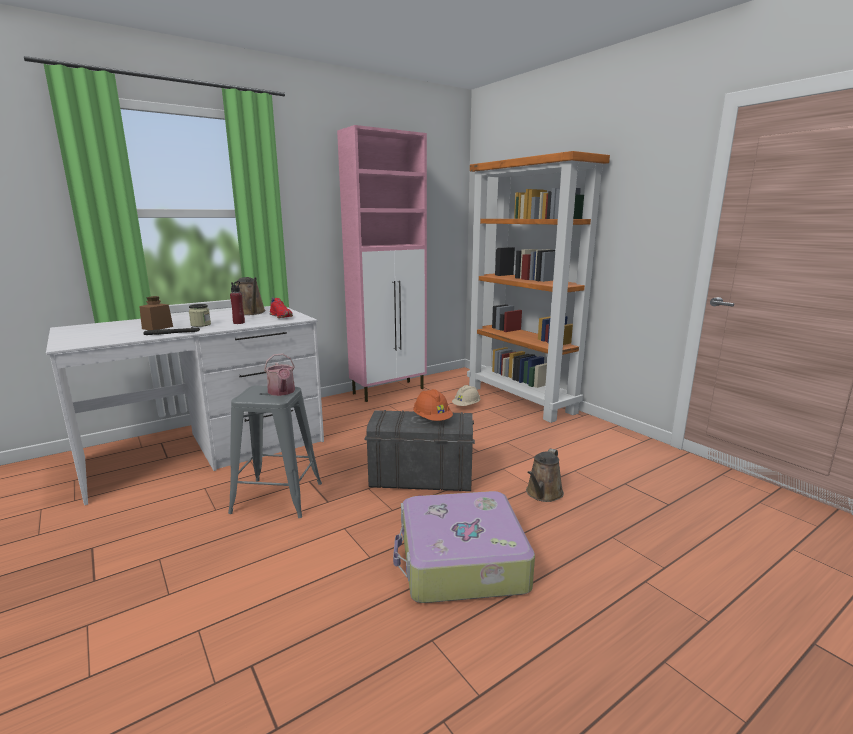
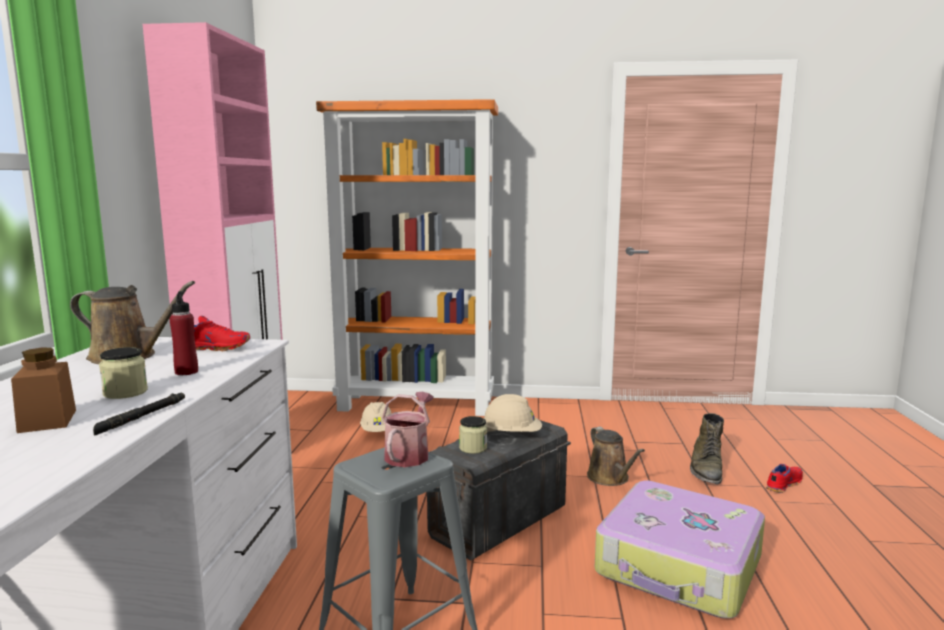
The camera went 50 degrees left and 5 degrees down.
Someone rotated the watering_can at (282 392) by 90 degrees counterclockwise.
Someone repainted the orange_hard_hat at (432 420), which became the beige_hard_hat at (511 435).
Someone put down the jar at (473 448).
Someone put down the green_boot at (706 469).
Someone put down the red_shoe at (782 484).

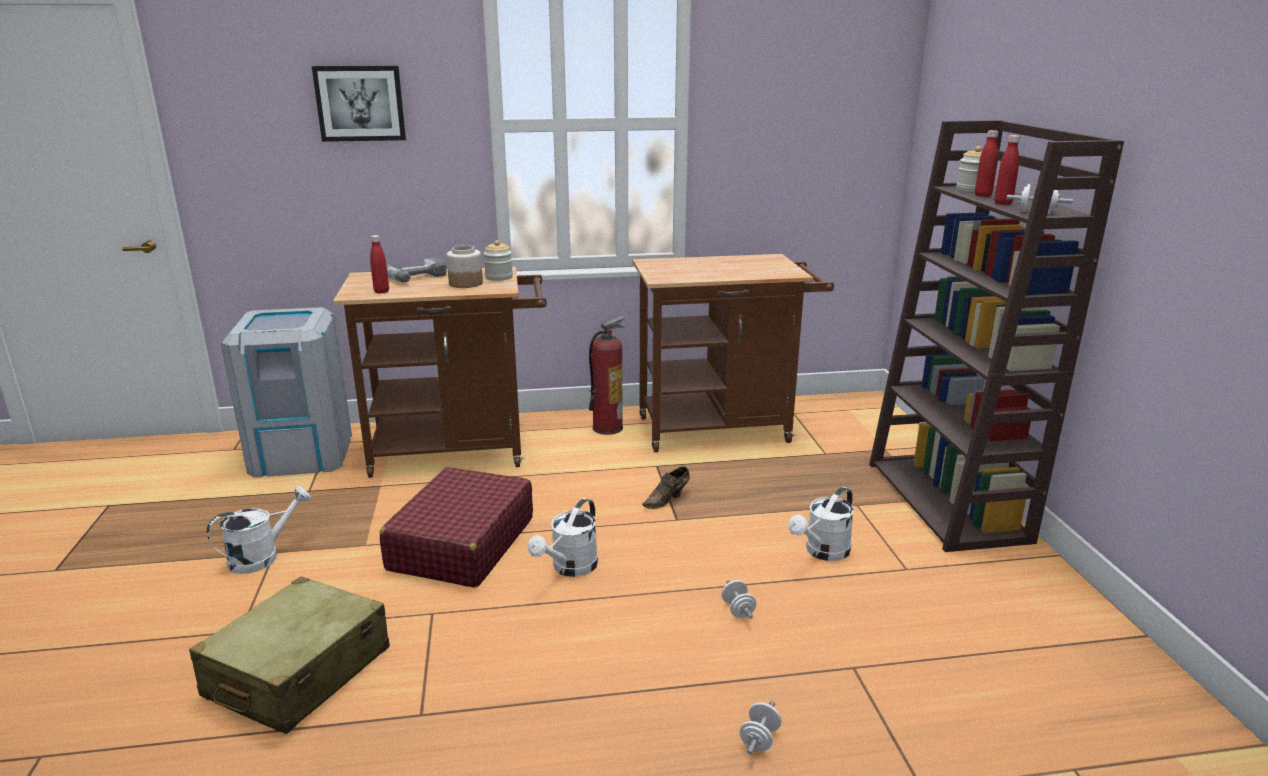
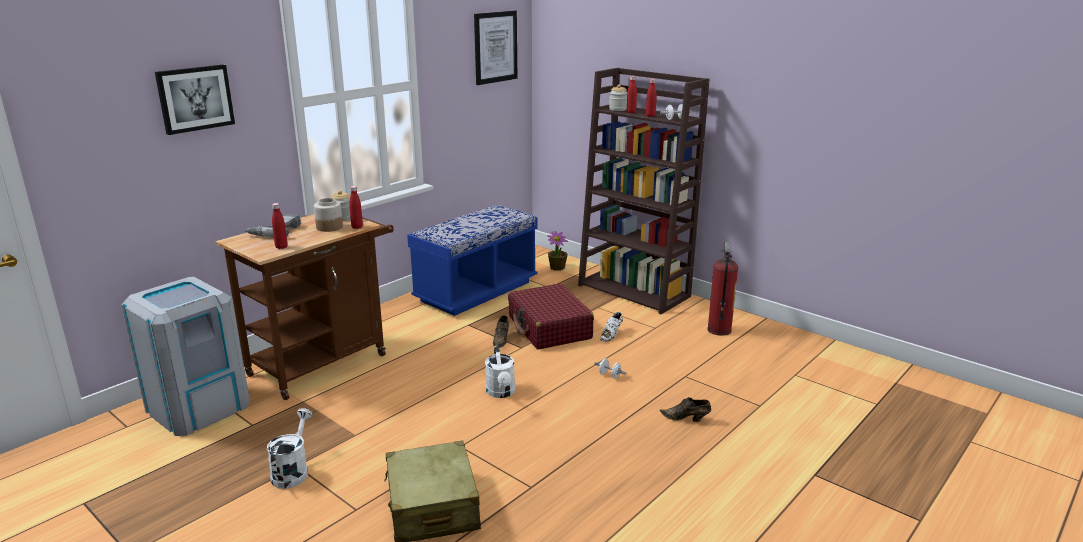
The camera went 40 degrees left and 0 degrees up.
Someone carried the red_suitcase from (461 544) to (549 328).
Someone carried the fire_extinguisher from (607 427) to (719 330).
Someone swapped the brown_cart at (723 428) for the blue_bench at (476 291).
Someone swapped the white_dumbbell at (759 739) for the brown_shoe at (686 419).
Someone swapped the white_watering_can at (823 552) for the white_shoe at (611 335).
Someone put down the red_bottle at (357 227).
Someone put up the picture at (495 47).
Someone put down the potted_plant at (557 267).

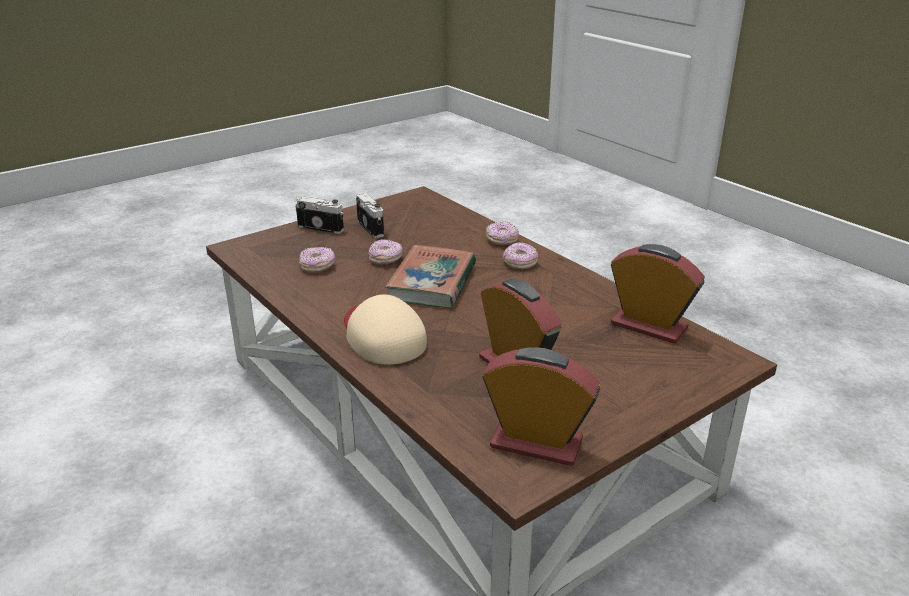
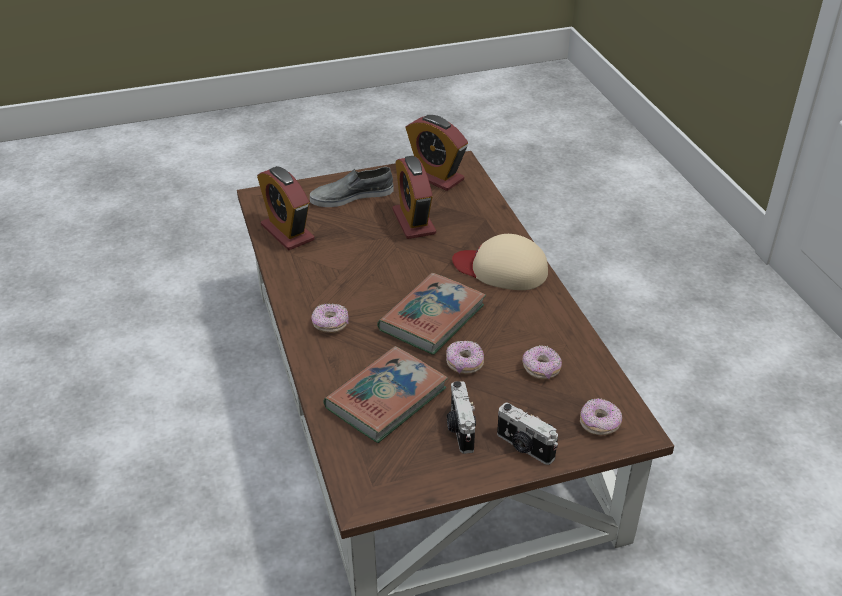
The camera went 160 degrees left and 10 degrees up.
Someone rotated the beige_cap at (382 336) by 120 degrees clockwise.
Someone carried the donut from (502 240) to (599 424).
Someone put down the grey_shoe at (351 196).
Someone put down the book at (386 398).

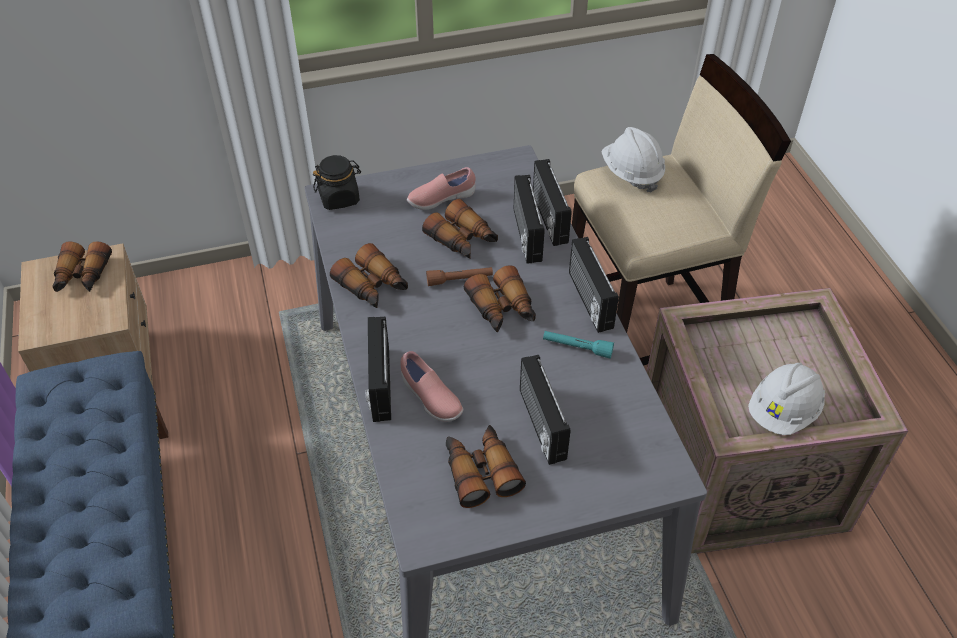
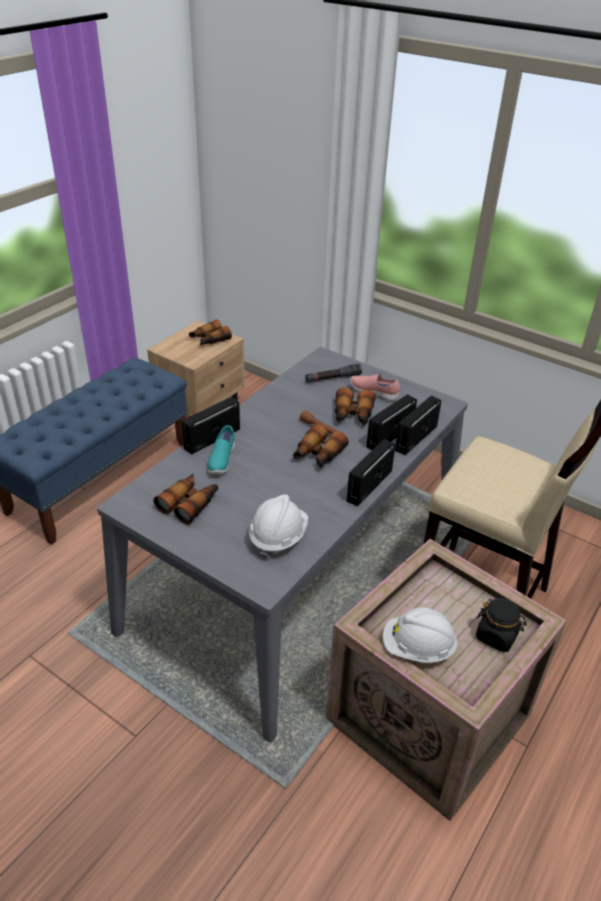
The camera went 50 degrees right and 10 degrees down.
Someone carried the black_jar from (339 198) to (496 636).
Someone took away the binoculars at (373 287).
Someone repainted the pink_shoe at (430 398), which became the turquoise_shoe at (221 460).
Someone took away the radio at (540 424).
Someone took away the turquoise_flashlight at (577 348).
Someone carried the white_hard_hat from (631 173) to (278 537).
Someone put down the black_flashlight at (333 378).

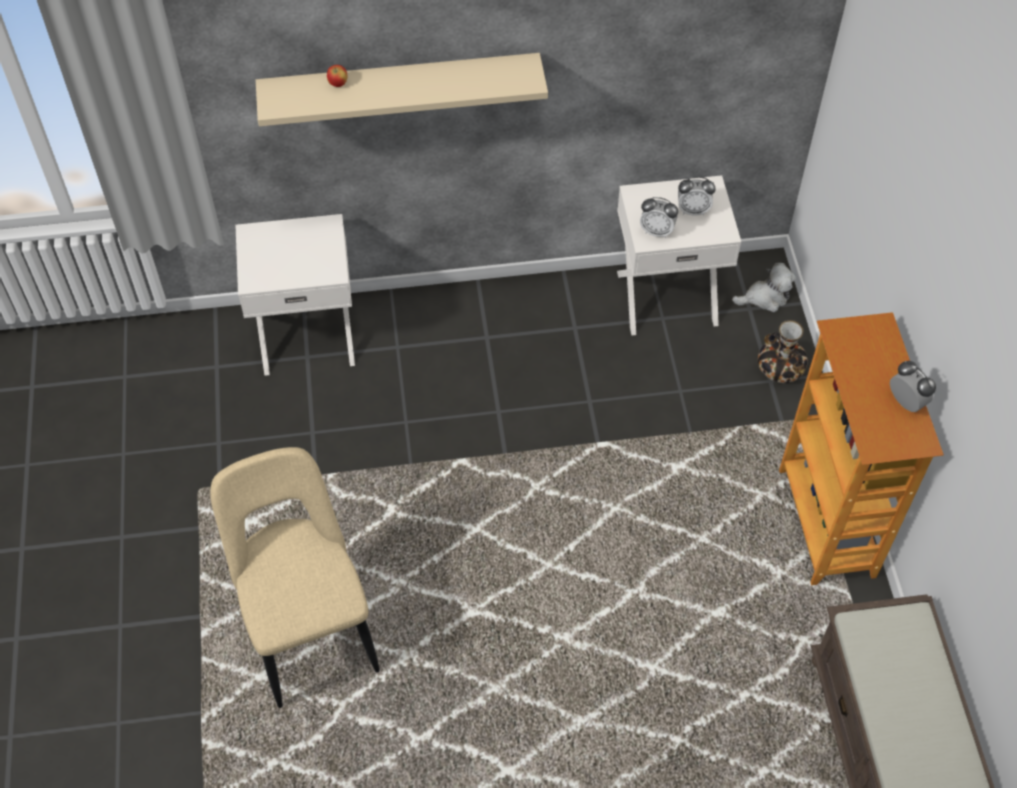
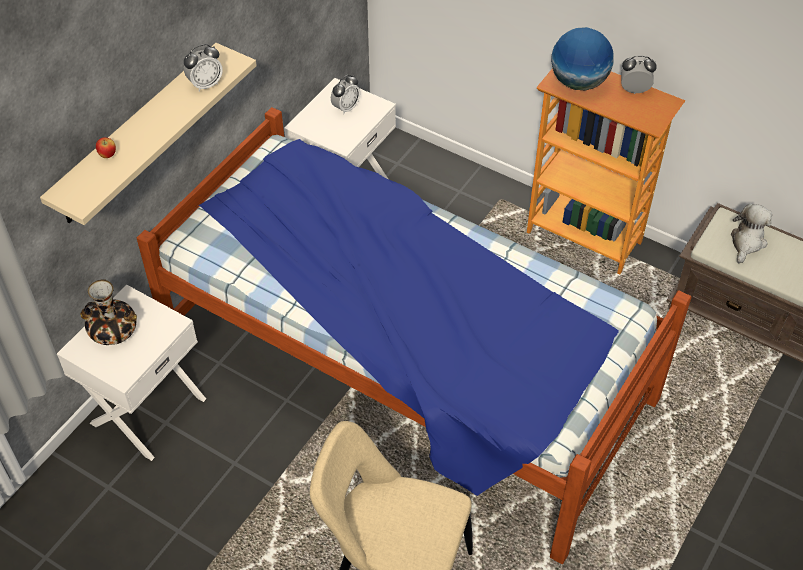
The camera went 50 degrees left and 5 degrees down.
Someone carried the alarm_clock from (657 231) to (205 84).
Someone carried the plush_toy from (765 297) to (747 242).
Someone carried the vase from (779 367) to (112 330).
Someone put down the bed at (406 373).
Someone put down the globe at (578 82).

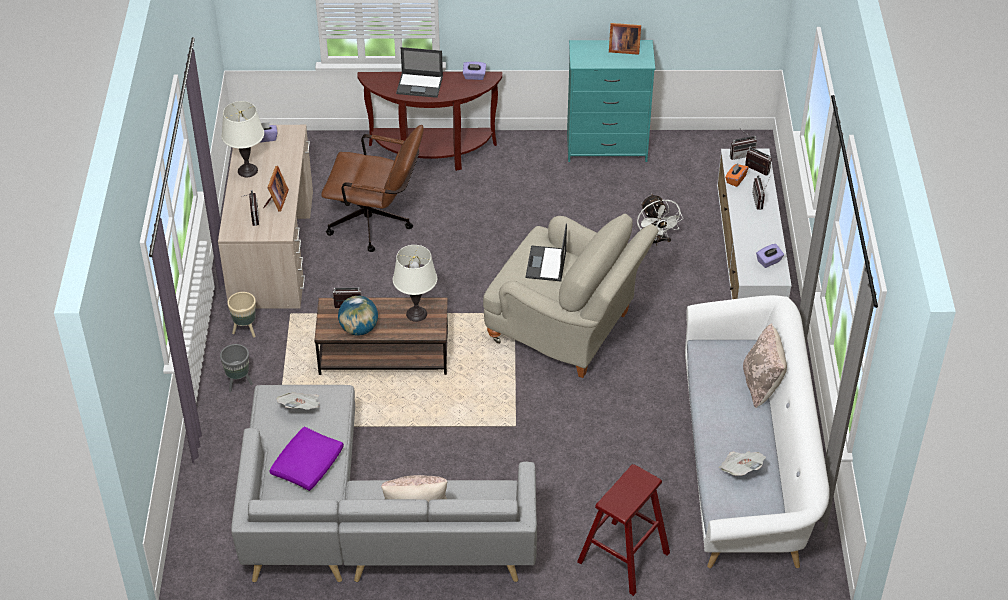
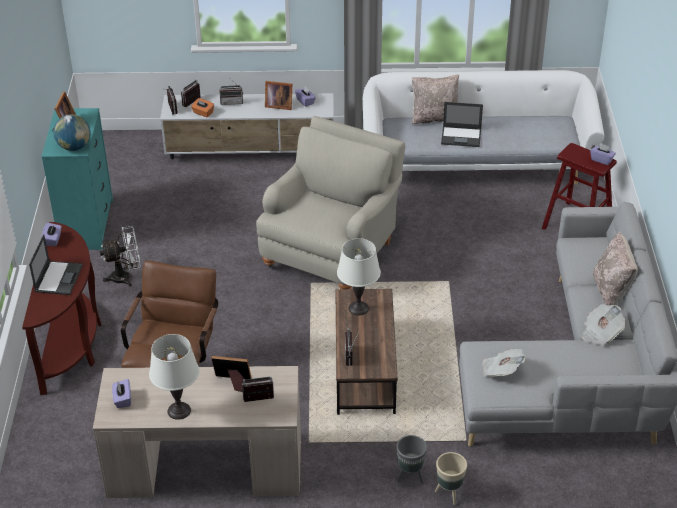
The camera went 90 degrees left and 5 degrees down.
Someone carried the beige_planter from (245 330) to (449 494).
Someone took away the purple_pillow at (307 465).
Someone carried the globe from (359 329) to (74 147).
Someone carried the laptop from (546 264) to (461 136).
Someone carried the white_fan from (655 242) to (126 277).
Someone carried the newspaper from (740 469) to (600 333).
Someone put down the picture_frame at (278 105).
Someone put down the purple_tissue_box at (601 160).

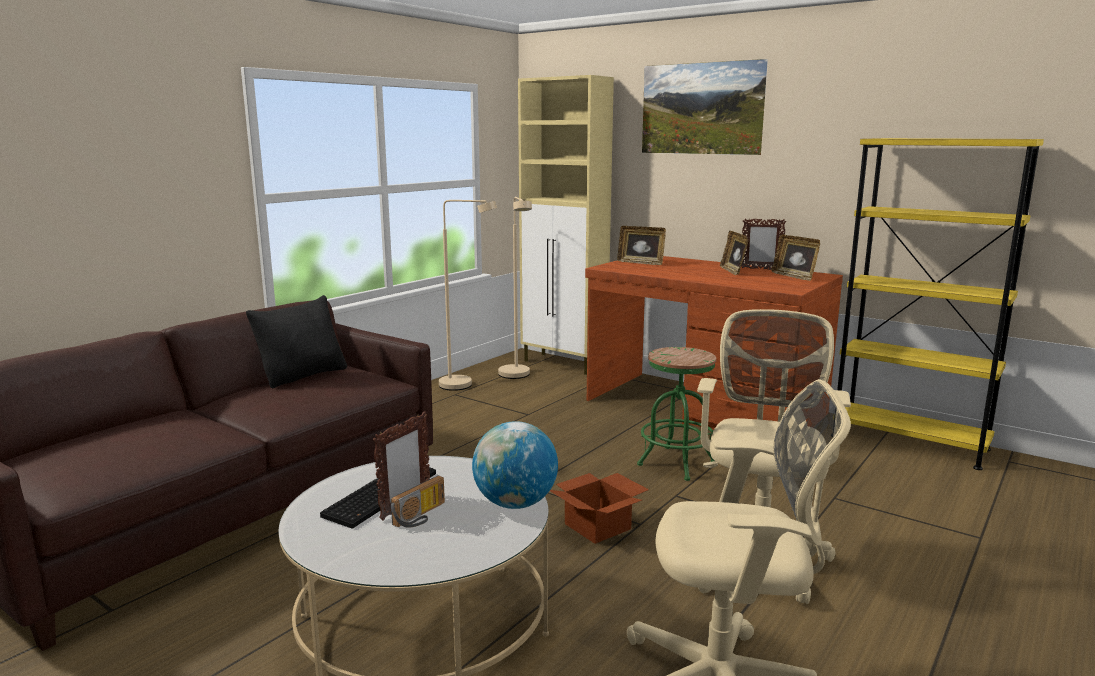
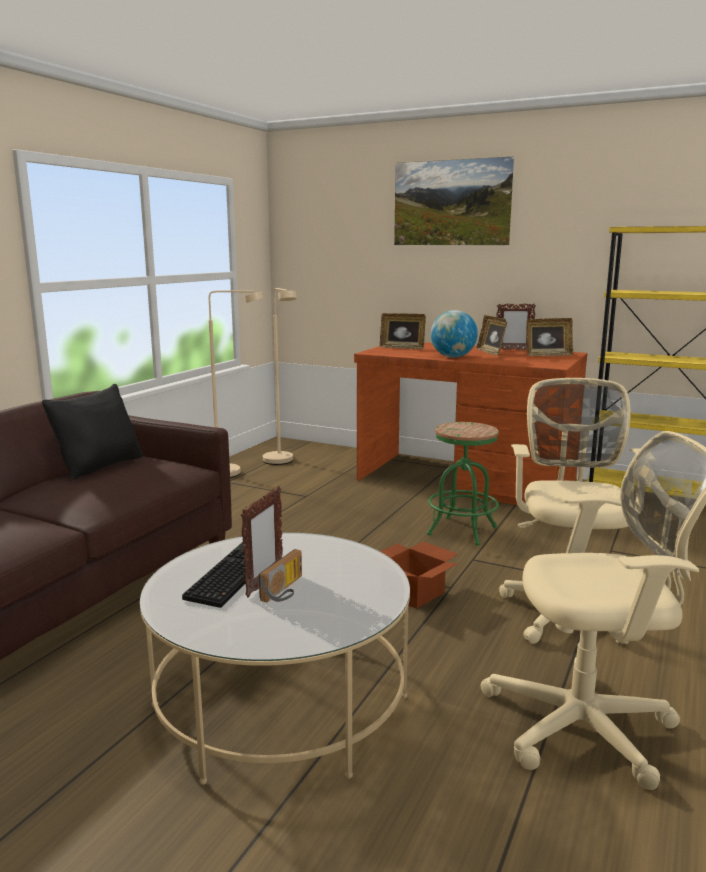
The camera went 10 degrees left and 0 degrees up.
Someone carried the globe from (515 504) to (453 357).
Someone took away the beige_cabinet at (564 364).
Someone rotated the picture_frame at (794 276) by 60 degrees counterclockwise.

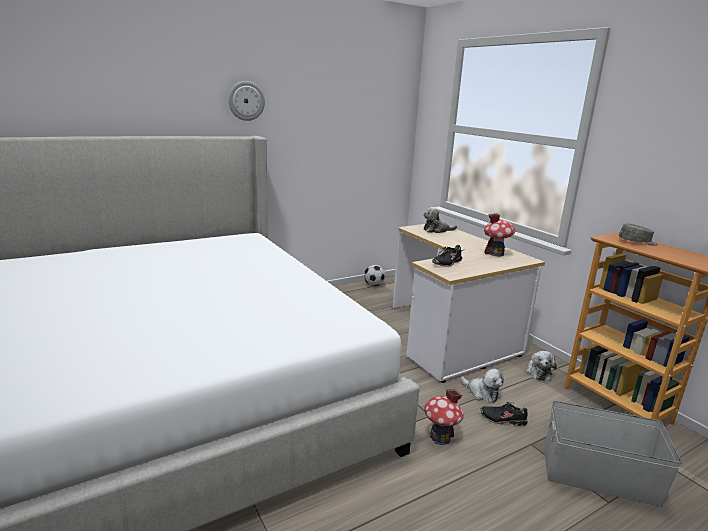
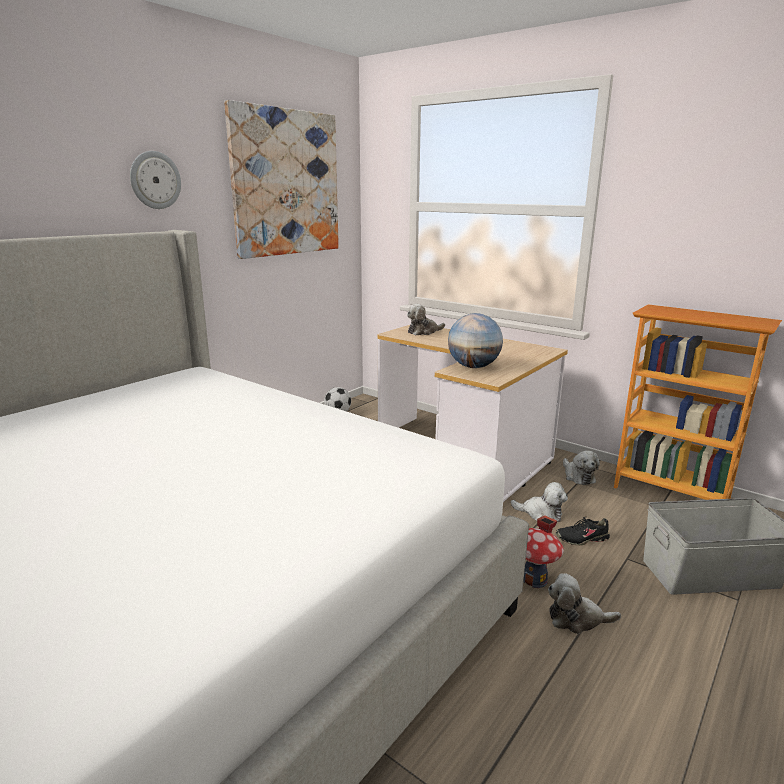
The camera went 20 degrees left and 0 degrees up.
Someone swapped the black_shoe at (447 263) for the globe at (474 367).
Someone took away the toy_house at (495 253).
Someone took away the grey_cap at (637 242).
Someone put up the picture at (286 183).
Someone put down the plush_toy at (577 619).

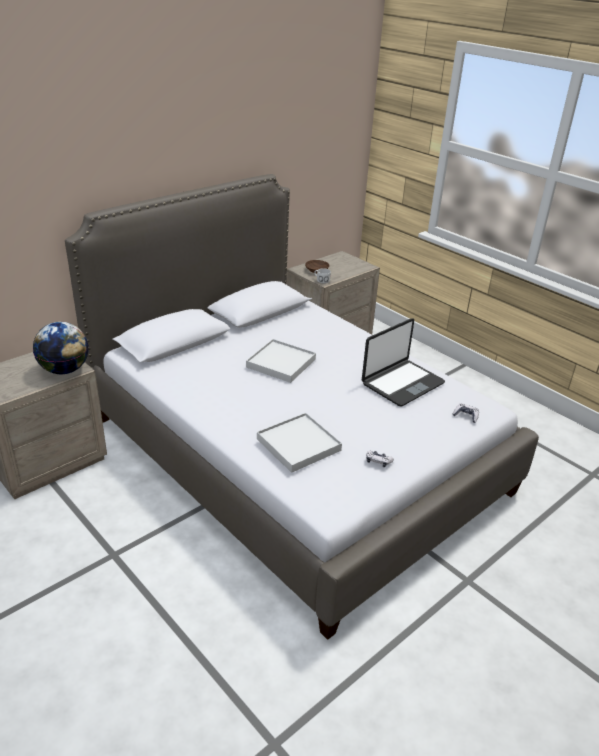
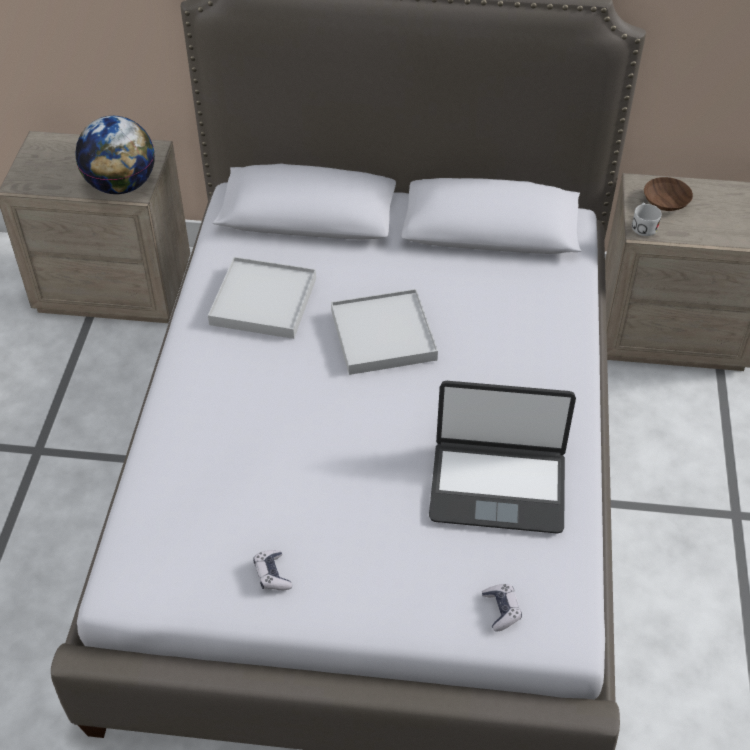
The camera went 50 degrees right and 15 degrees up.
Someone carried the white_tray from (298 444) to (263 301).

